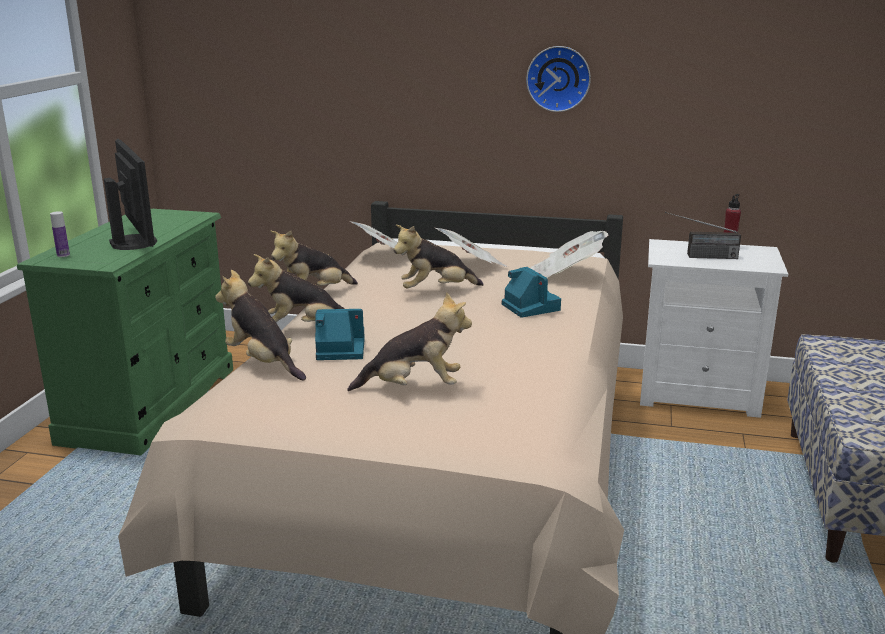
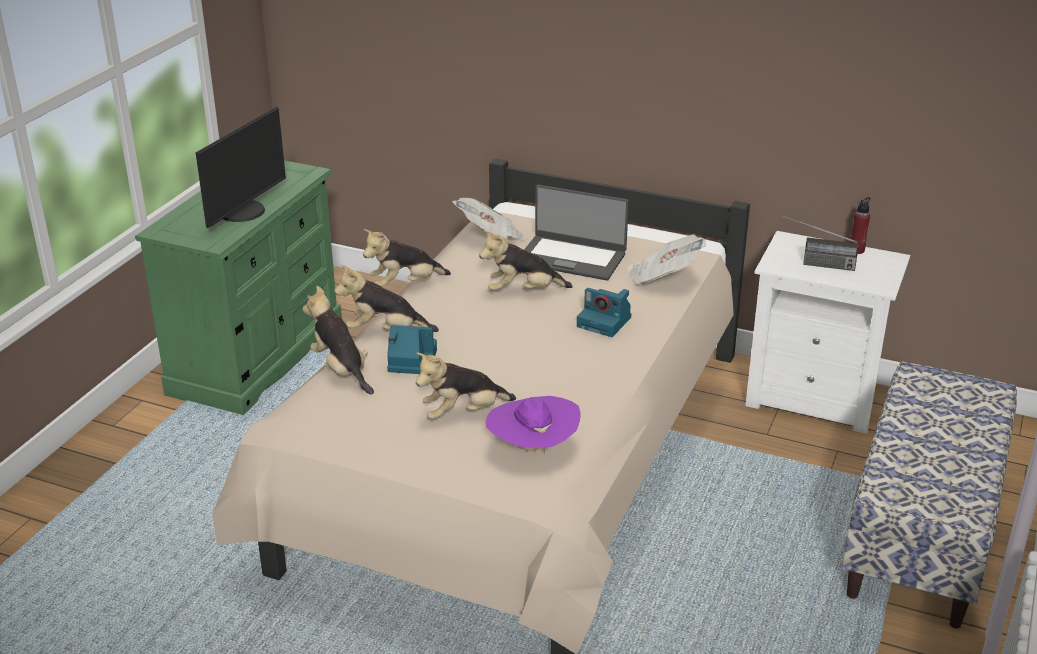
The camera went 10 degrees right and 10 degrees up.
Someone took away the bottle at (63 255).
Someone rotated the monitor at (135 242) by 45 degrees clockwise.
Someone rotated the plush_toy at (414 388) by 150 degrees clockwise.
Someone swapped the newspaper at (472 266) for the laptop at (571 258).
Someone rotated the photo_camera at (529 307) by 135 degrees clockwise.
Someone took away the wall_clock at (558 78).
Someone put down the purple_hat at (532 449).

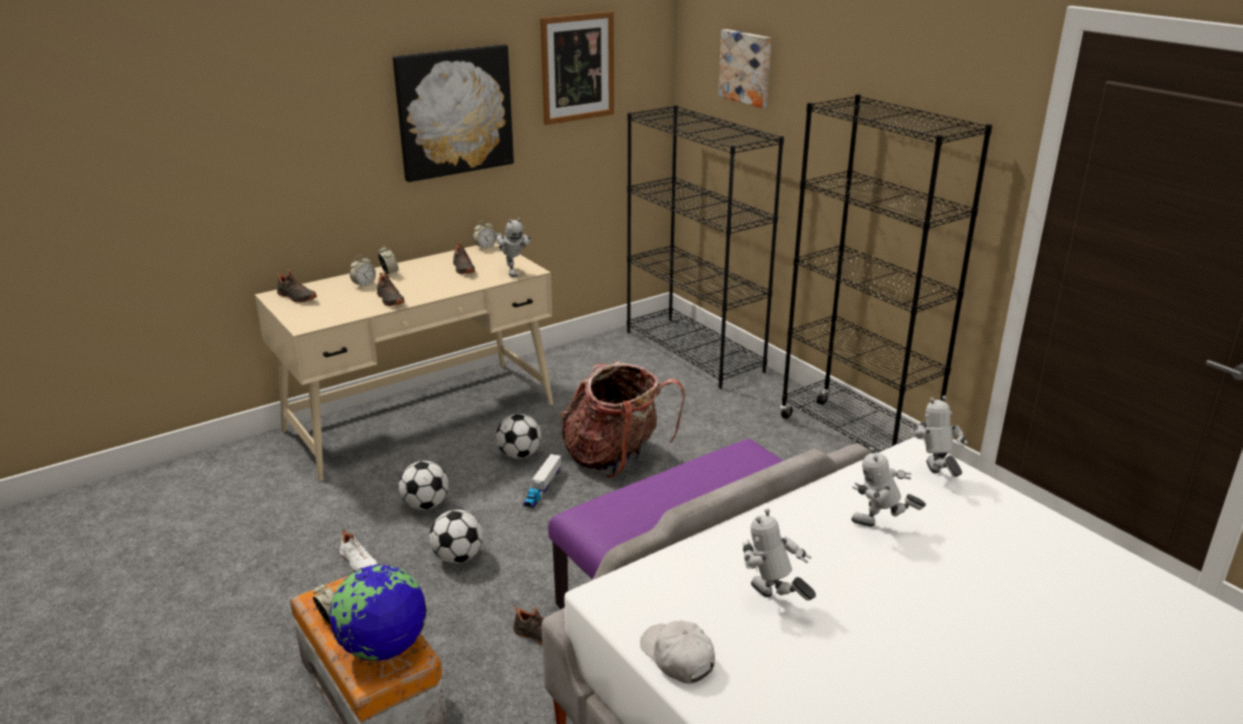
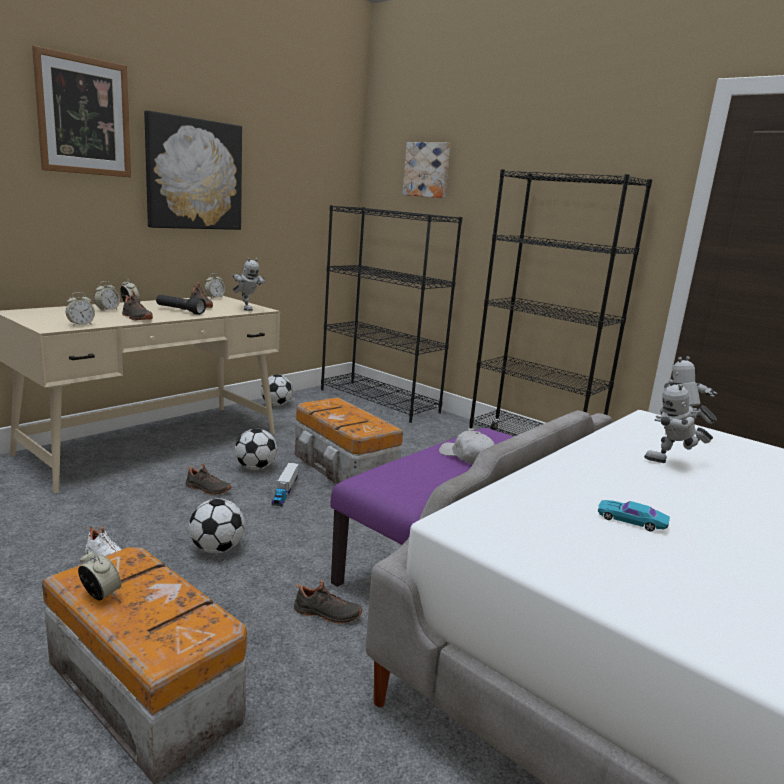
The camera went 15 degrees left and 10 degrees down.
Someone carried the black_shoe from (296 298) to (207 489).
Someone took away the globe at (383 648).
Someone carried the football from (425 505) to (276 405).
Someone carried the picture from (577 67) to (84 116).
Someone swapped the backpack at (616 458) for the storage_box at (344 468).
Someone carried the white_cap from (677 657) to (467 457).
Someone swapped the toy_robot at (772 602) for the turquoise_toy_car at (631 520).
Someone put down the alarm_clock at (81 324).
Someone put down the black_flashlight at (180 311).

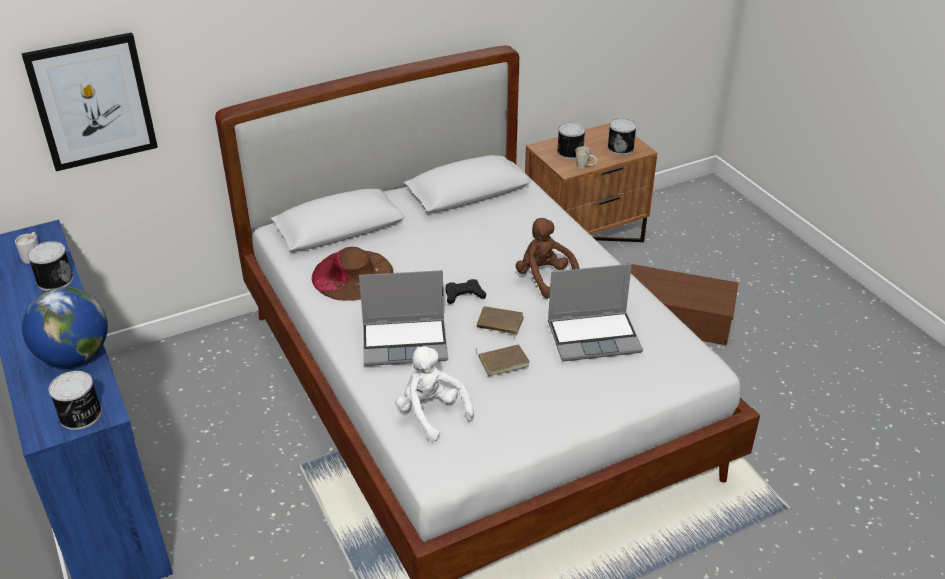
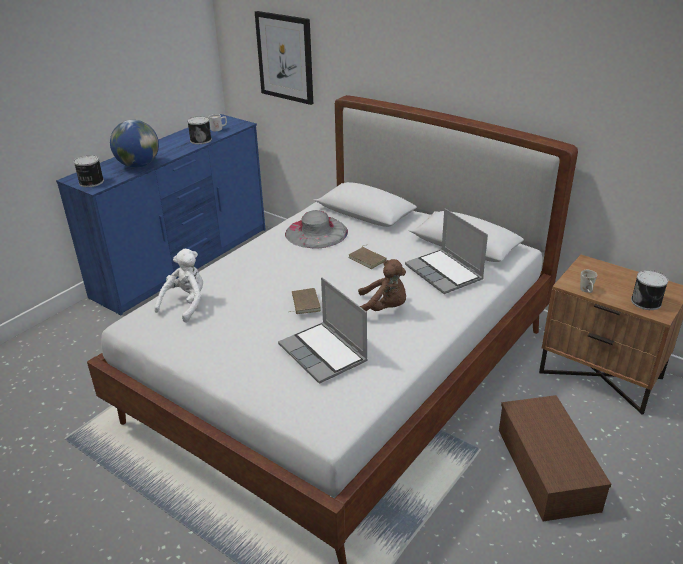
The camera went 65 degrees right and 5 degrees down.
Someone repainted the brown_hat at (352 275), which became the grey_hat at (316 232).
Someone carried the laptop from (406 342) to (445 273).
Someone took away the black_game_controller at (464 295).
Someone carried the brown_book from (503 361) to (368 259).
Someone rotated the brown_plush_toy at (544 278) by 75 degrees clockwise.
Someone took away the can at (569 152).

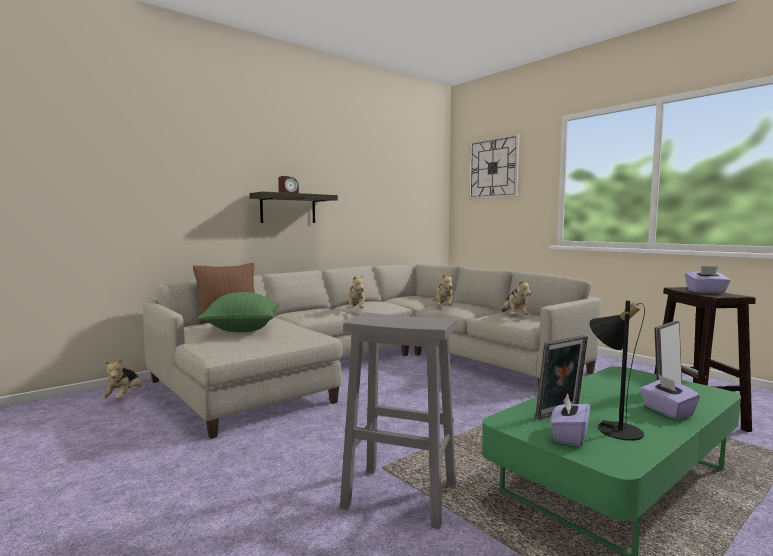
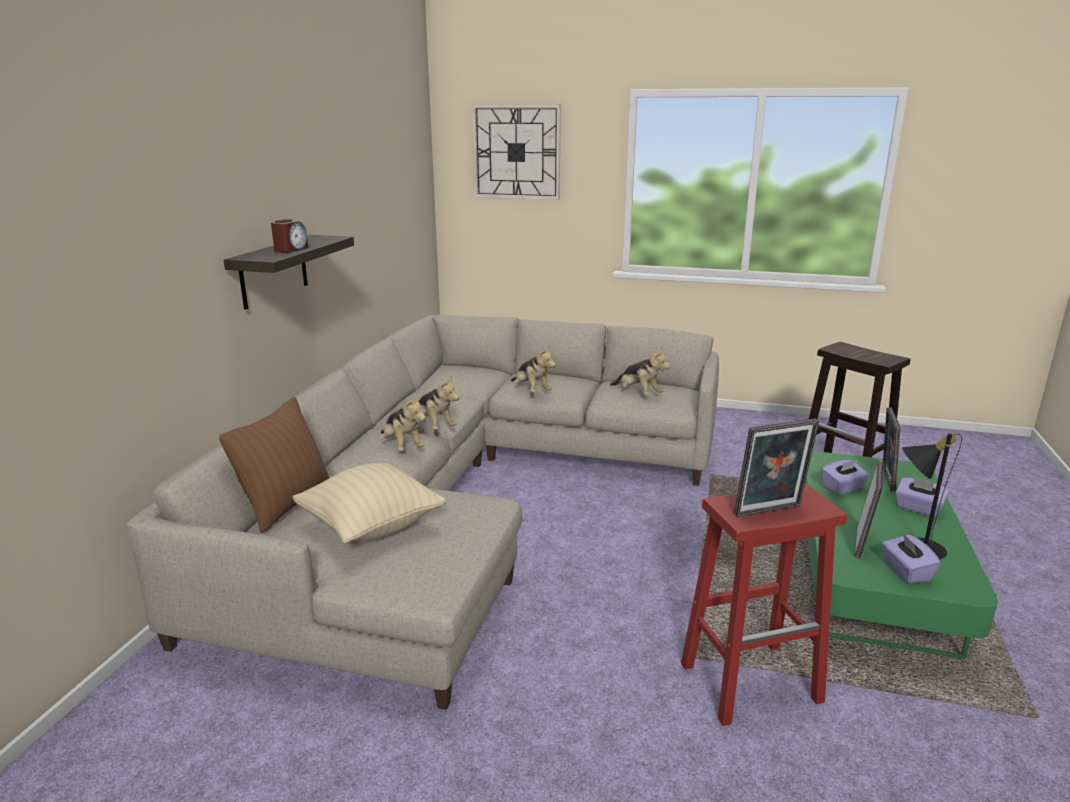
The camera went 35 degrees left and 15 degrees up.
Someone carried the plush_toy from (124 397) to (402 447).
Someone repainted the green_pillow at (242 330), which became the beige_pillow at (371 527).
Someone repainted the grey_stool at (402 496), which became the red_stool at (752 682).
Someone carried the purple_tissue_box from (706 292) to (842 488).
Someone put down the picture_frame at (770 512).

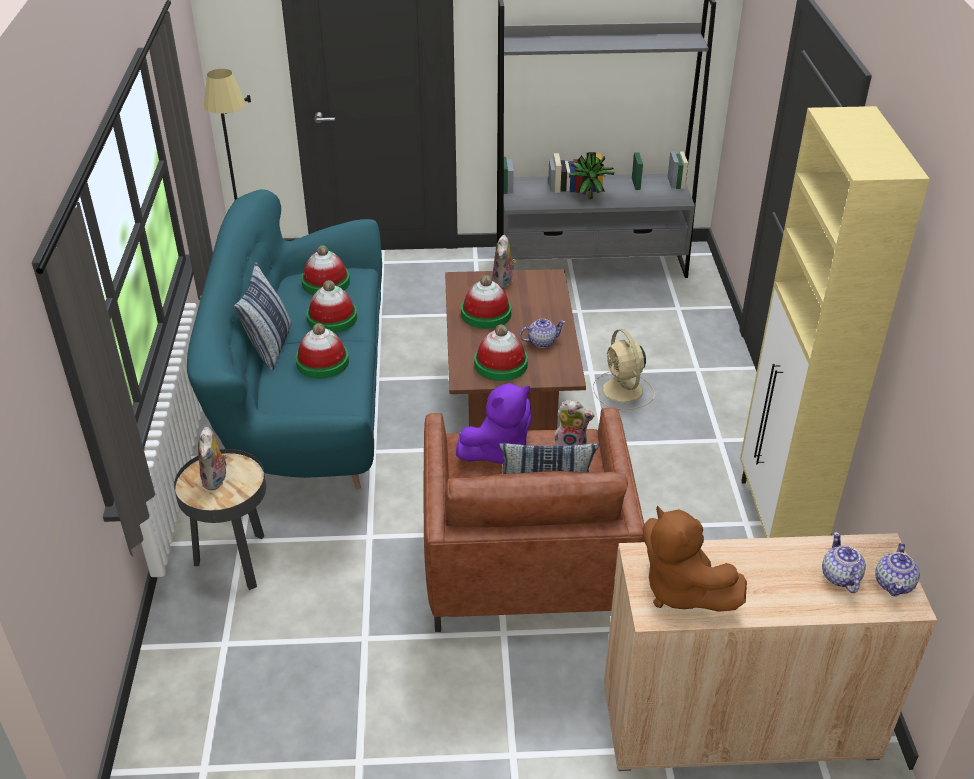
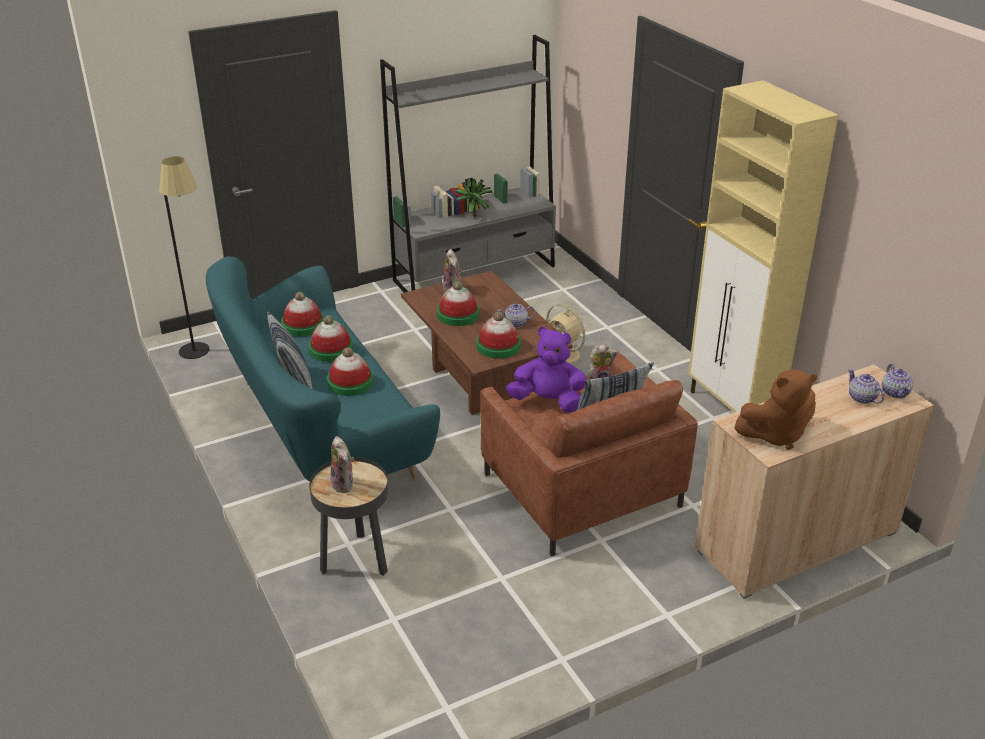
The camera went 25 degrees left and 5 degrees down.
Someone rotated the purple_plush_toy at (498 450) by 105 degrees counterclockwise.
Someone rotated the teapot at (541 342) by 150 degrees counterclockwise.
Someone rotated the brown_plush_toy at (681 590) by 45 degrees counterclockwise.

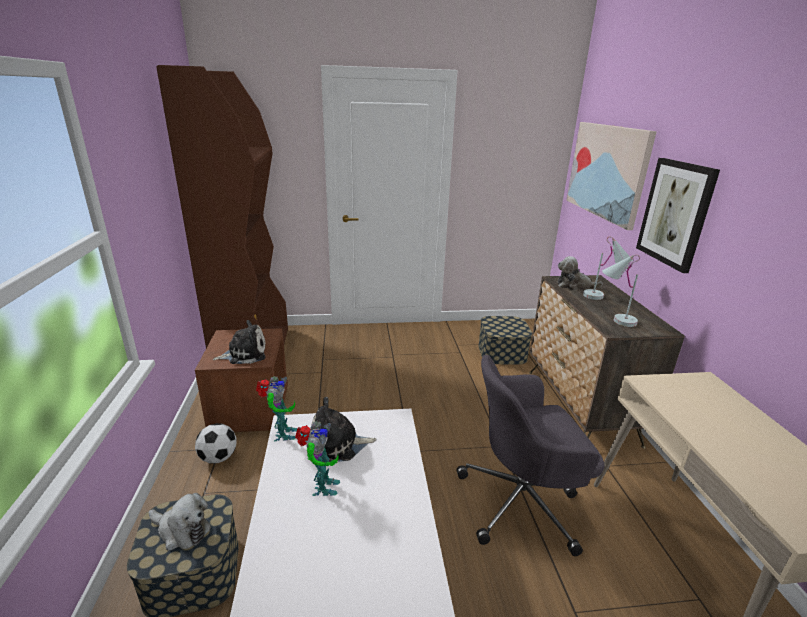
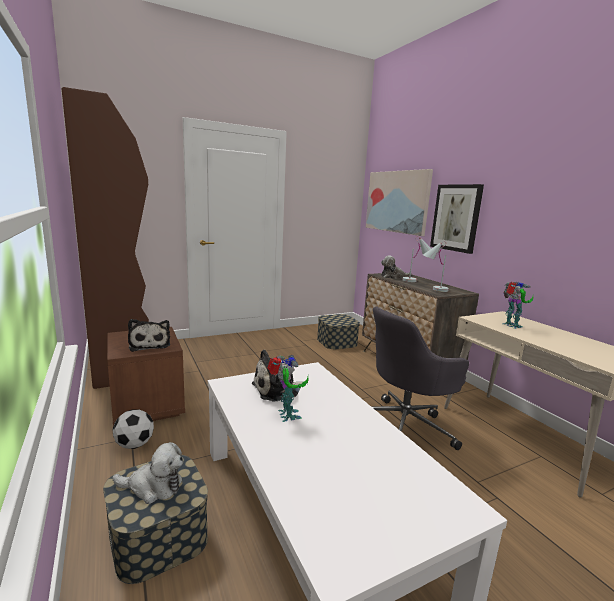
The camera went 20 degrees left and 10 degrees down.
Someone rotated the plush_toy at (244 353) by 105 degrees clockwise.
Someone carried the toy_robot from (282 434) to (511 326).

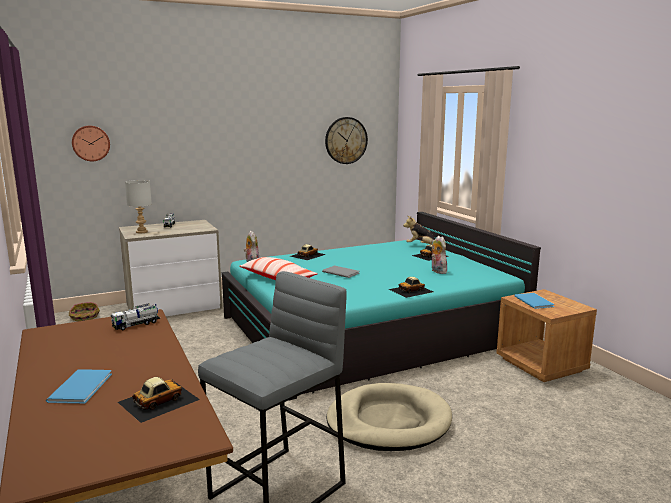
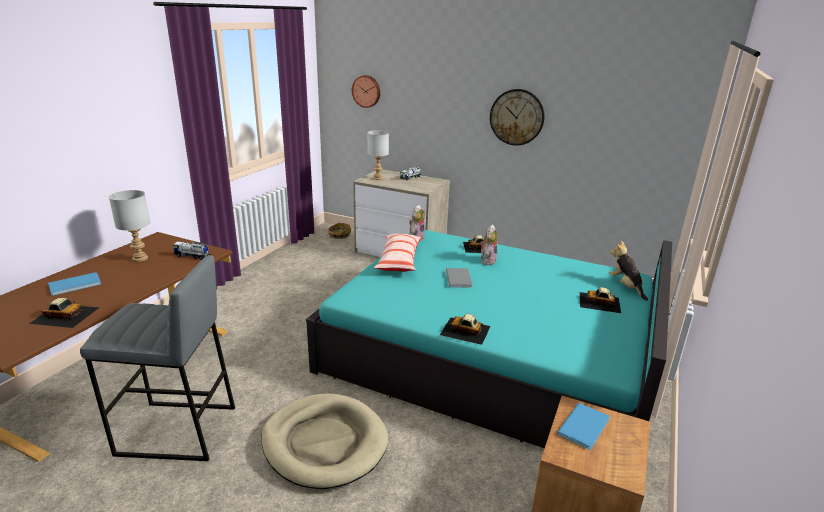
The camera went 50 degrees right and 10 degrees up.
Someone carried the wall_clock from (346 140) to (516 117).
Someone carried the plush_toy from (437 271) to (487 260).
Someone put down the grey_table_lamp at (139 259).

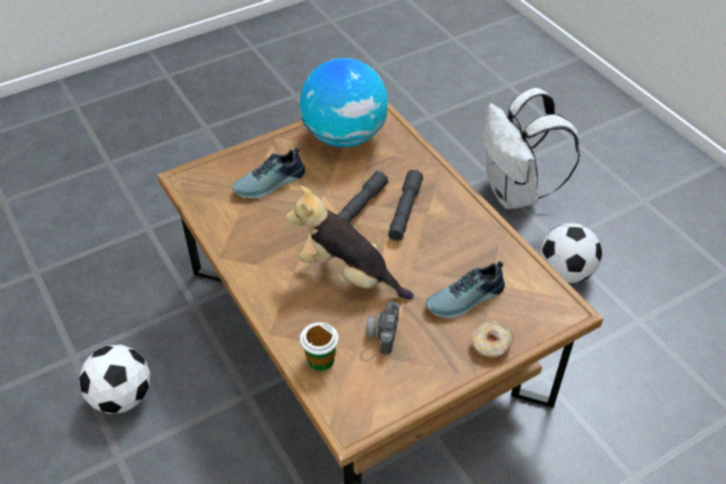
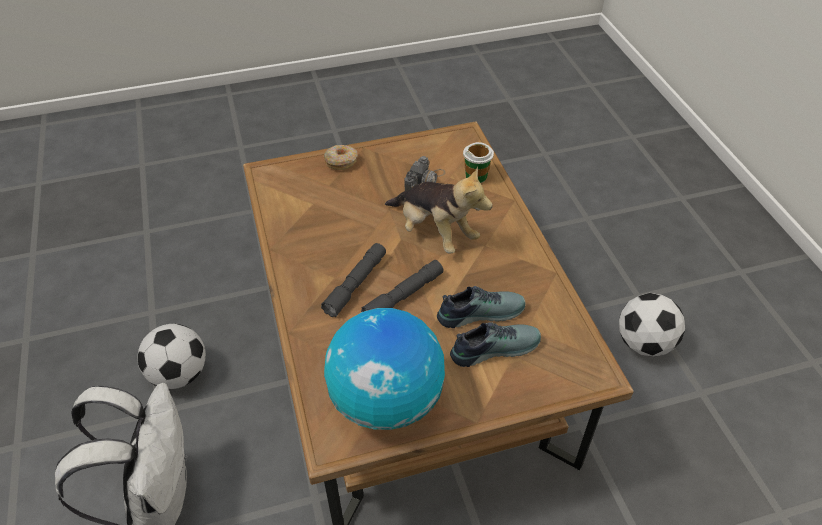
The camera went 165 degrees left and 0 degrees up.
Someone carried the shoe from (466 300) to (479 311).

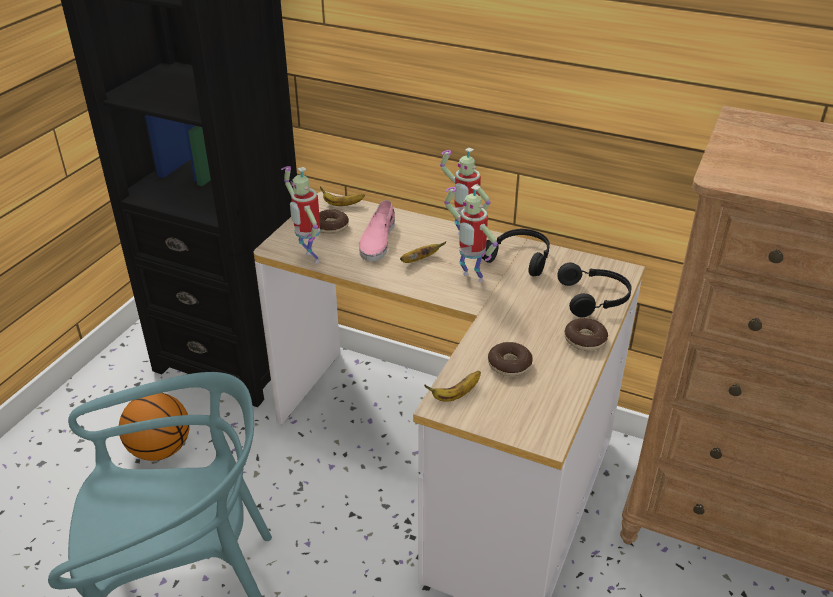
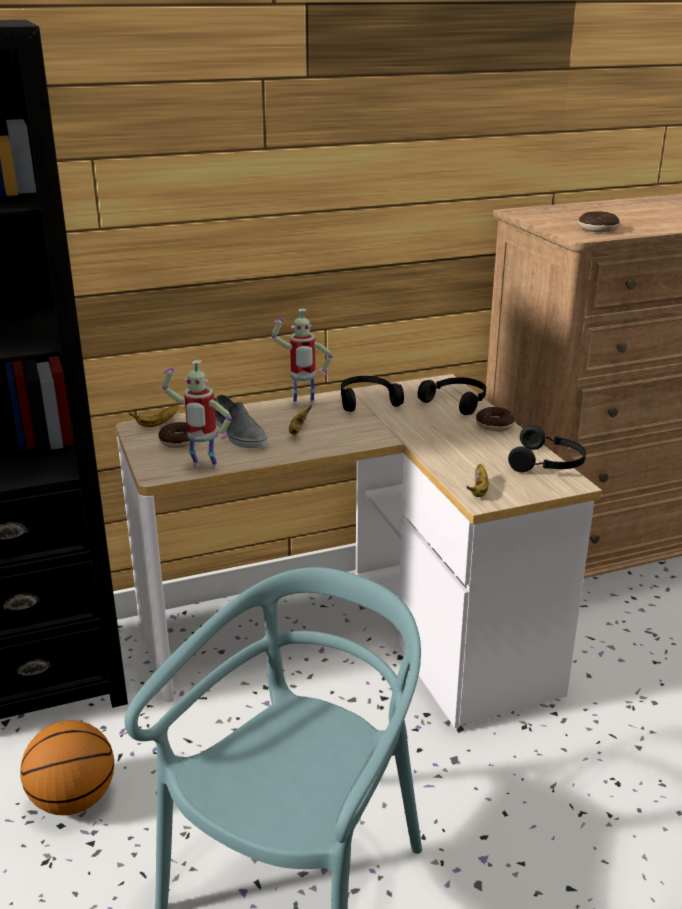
The camera went 45 degrees left and 10 degrees down.
Someone repainted the pink_shoe at (377 241), which became the grey_shoe at (238 434).
Someone took away the toy_robot at (470 278).
Someone carried the donut from (509 365) to (597 229).
Someone put down the black_headphones at (548 463).

